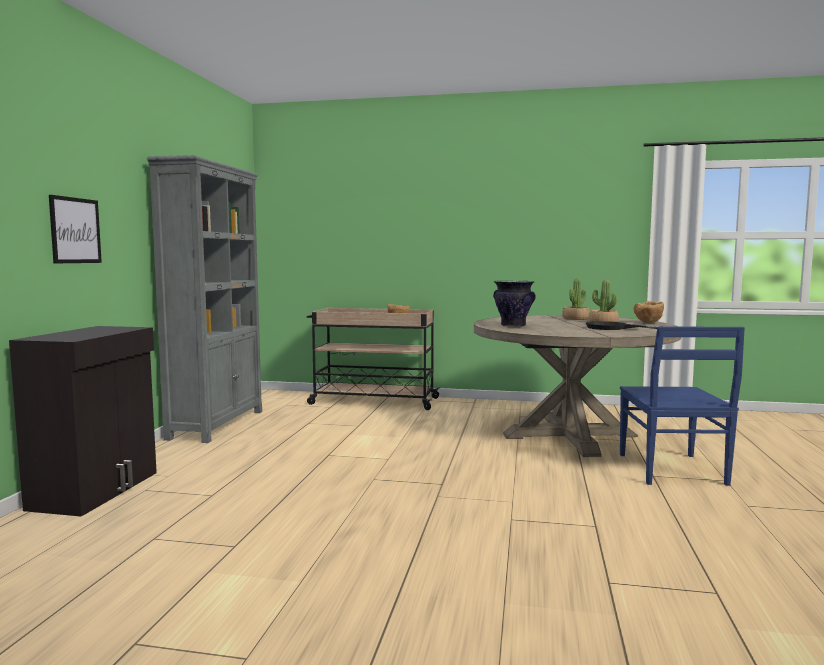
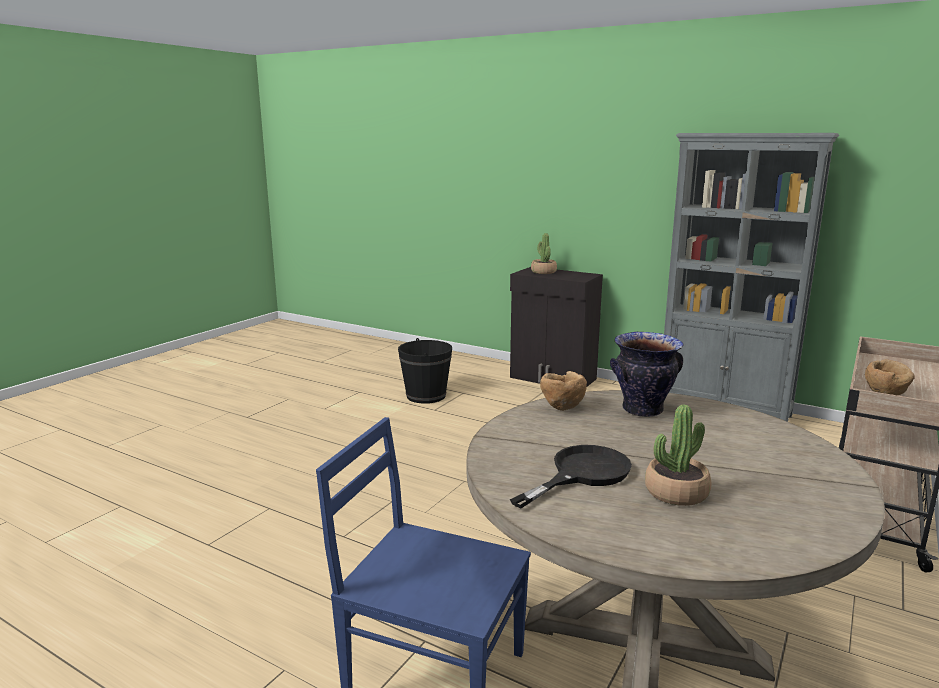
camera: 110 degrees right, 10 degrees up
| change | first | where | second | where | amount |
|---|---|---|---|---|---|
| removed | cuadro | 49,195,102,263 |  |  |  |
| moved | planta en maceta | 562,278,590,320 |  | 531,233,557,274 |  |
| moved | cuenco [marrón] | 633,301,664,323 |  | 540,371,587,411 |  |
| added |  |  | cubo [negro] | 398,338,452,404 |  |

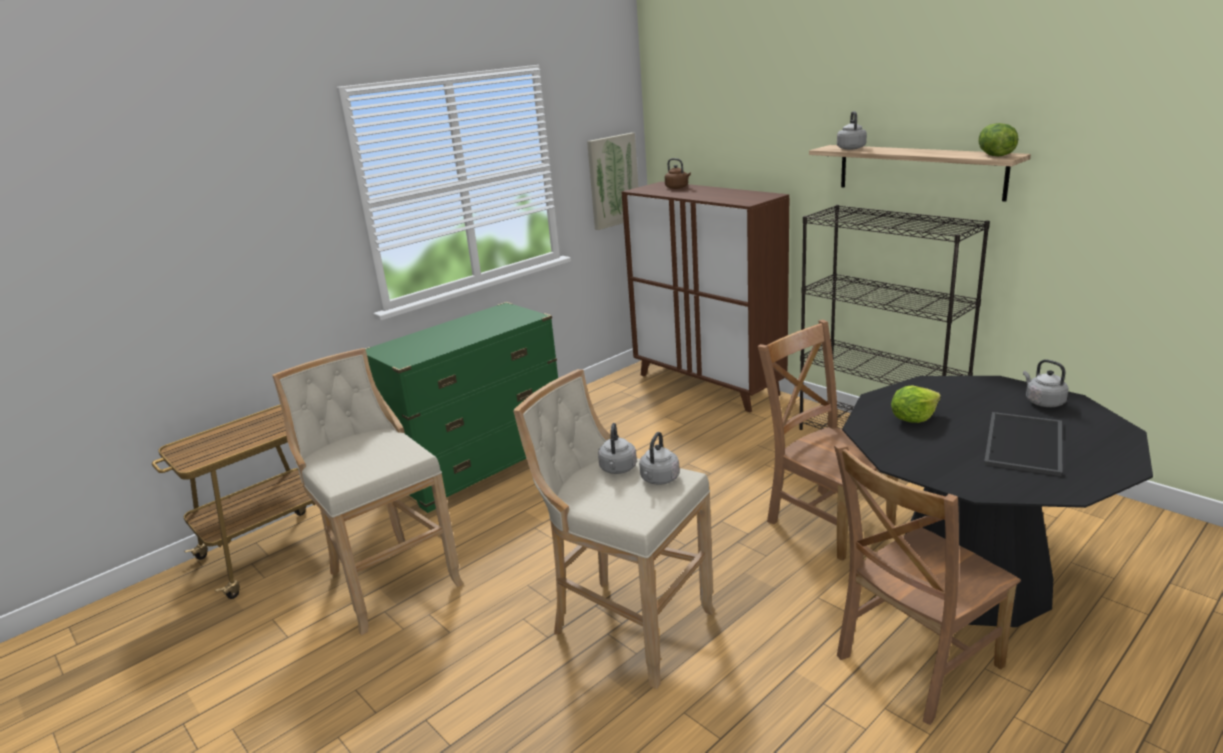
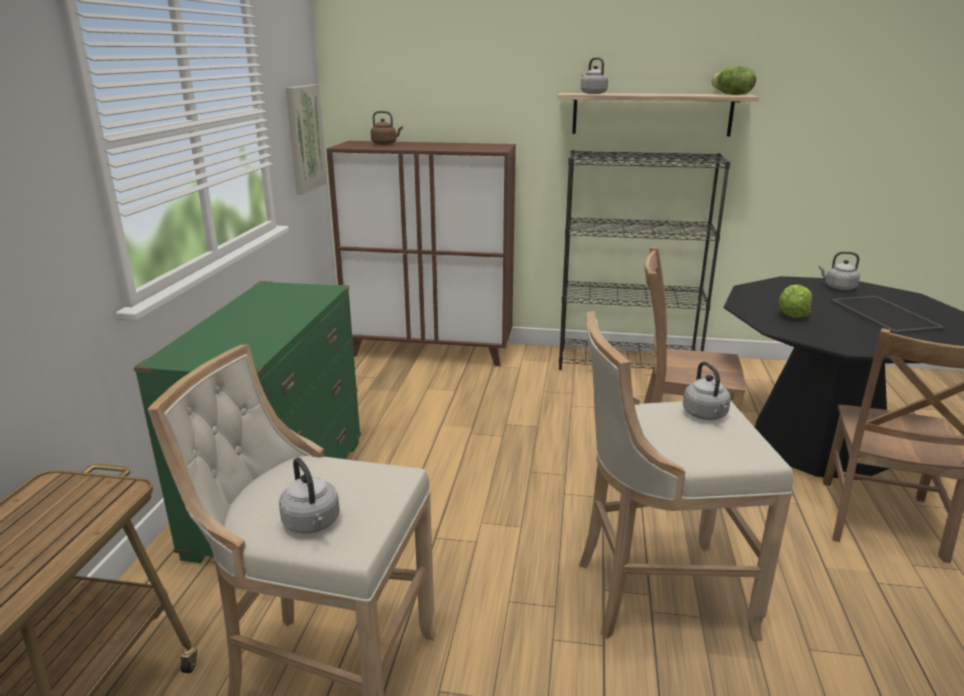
camera: 40 degrees left, 0 degrees up
| change | first | where | second | where | amount |
|---|---|---|---|---|---|
| moved | hervidor [gris] | 598,423,637,474 |  | 279,457,340,534 |  |

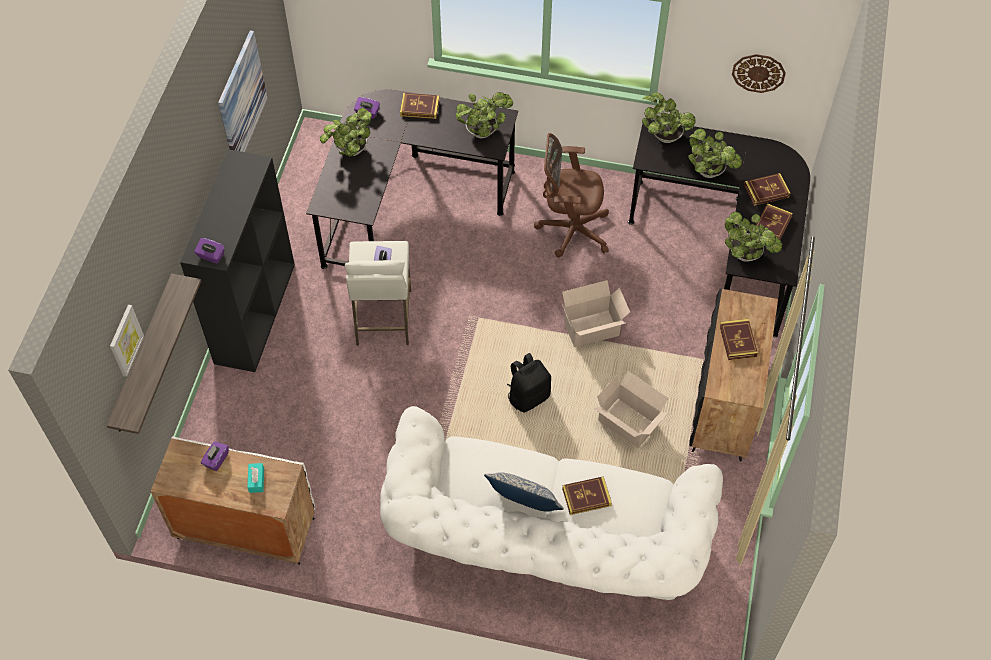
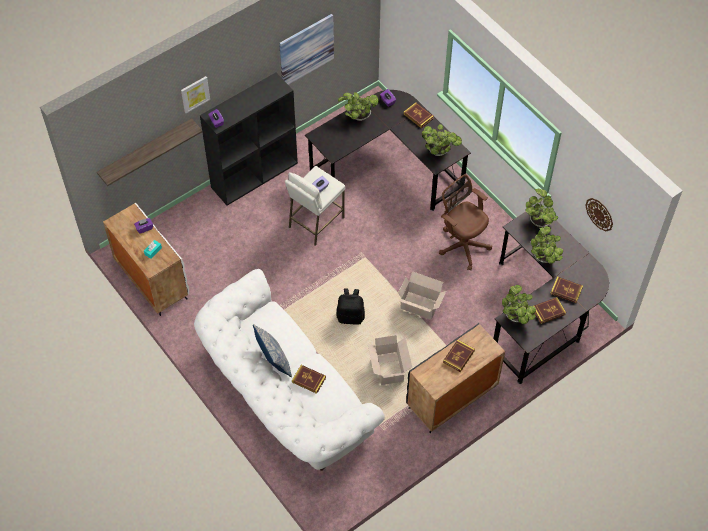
camera: 40 degrees right, 0 degrees up
| change | first | where | second | where | amount |
|---|---|---|---|---|---|
| moved | cuadro | 110,305,144,377 |  | 181,76,210,113 |  |

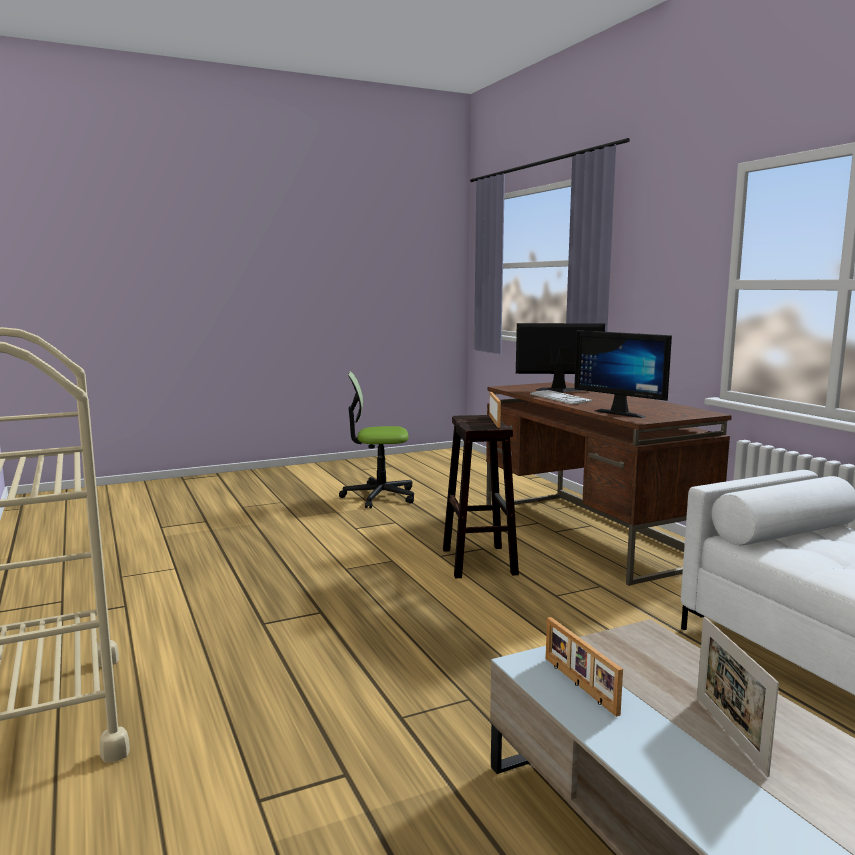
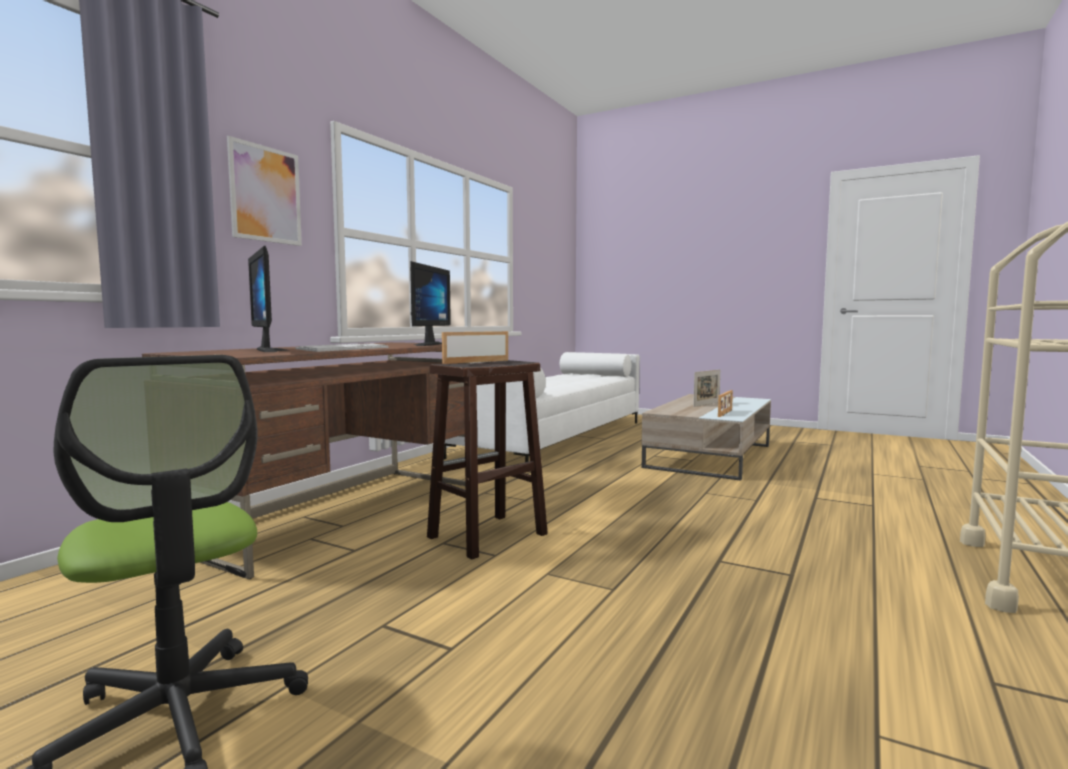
camera: 125 degrees left, 5 degrees down
| change | first | where | second | where | amount |
|---|---|---|---|---|---|
| added |  |  | cuadro | 227,136,302,246 |  |

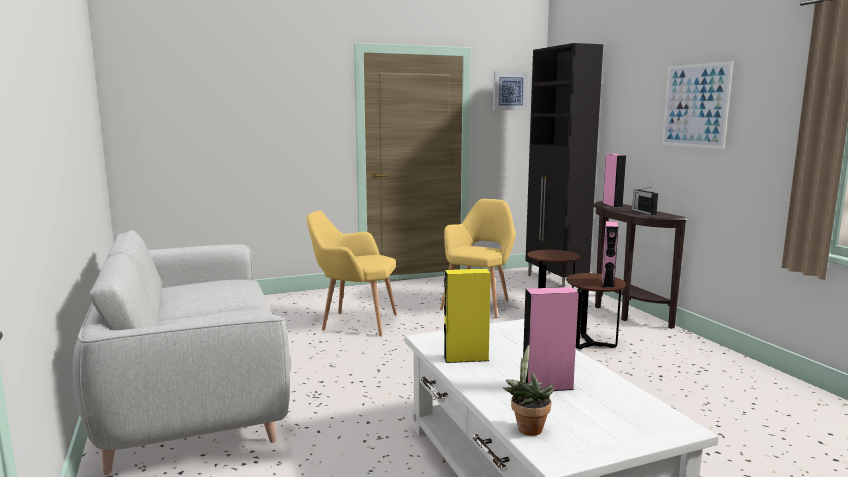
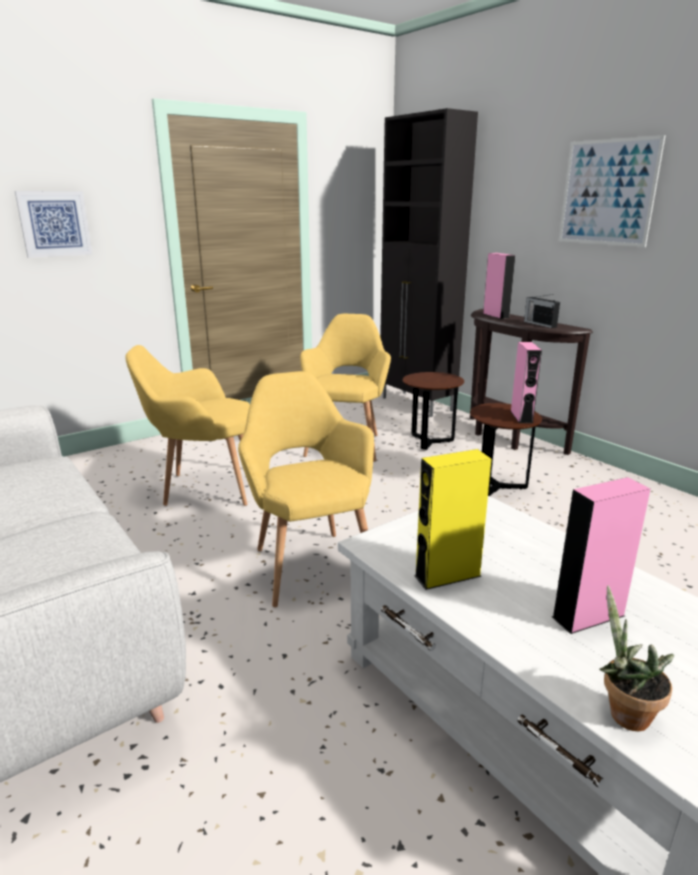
camera: 15 degrees left, 10 degrees up
| change | first | where | second | where | amount |
|---|---|---|---|---|---|
| moved | cuadro | 493,71,528,110 |  | 15,191,92,258 |  |
| added |  |  | sillón [amarillo] | 238,371,374,607 |  |

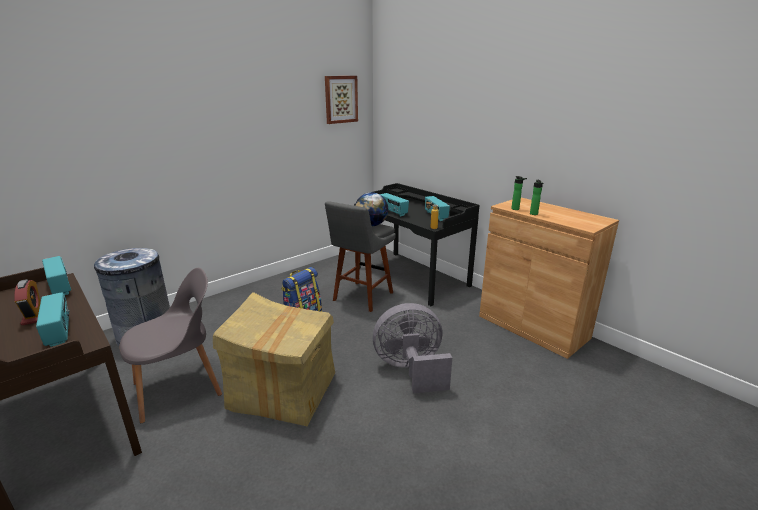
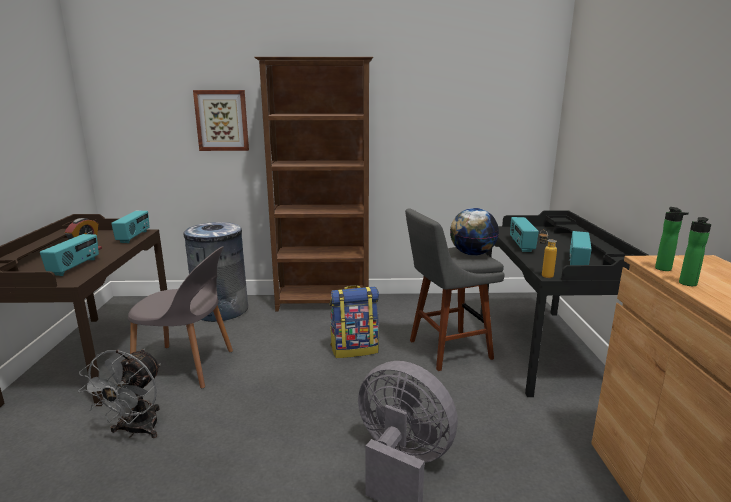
camera: 40 degrees right, 5 degrees down
| change | first | where | second | where | amount |
|---|---|---|---|---|---|
| removed | caja de cartón | 213,292,335,426 |  |  |  |
| moved | cuadro | 325,76,358,124 |  | 193,90,249,151 |  |
| added |  |  | ventilador [gris] | 78,349,161,438 |  |
| added |  |  | estantería [marrón] | 254,57,373,311 |  |

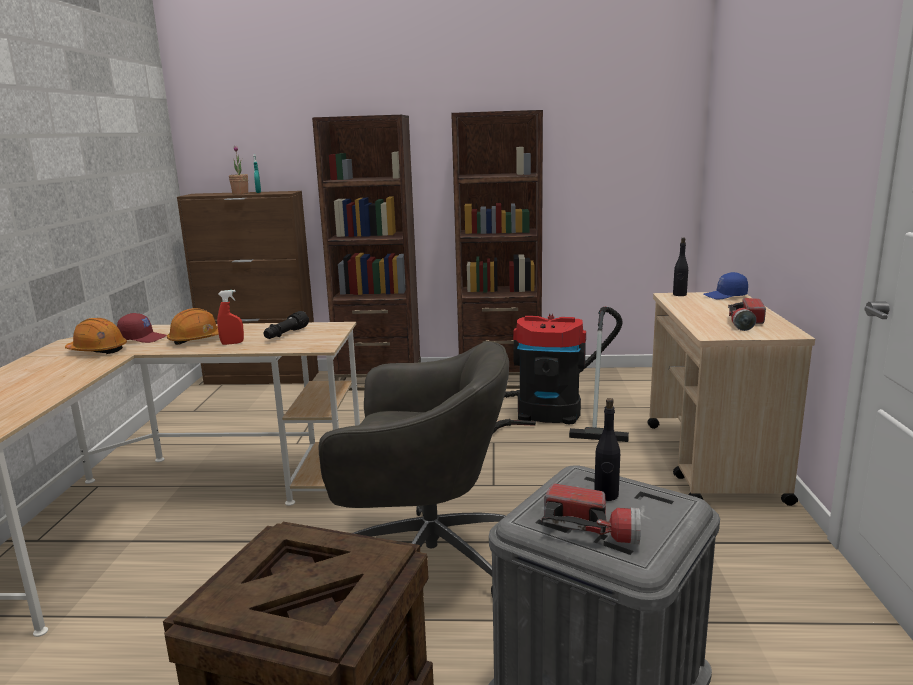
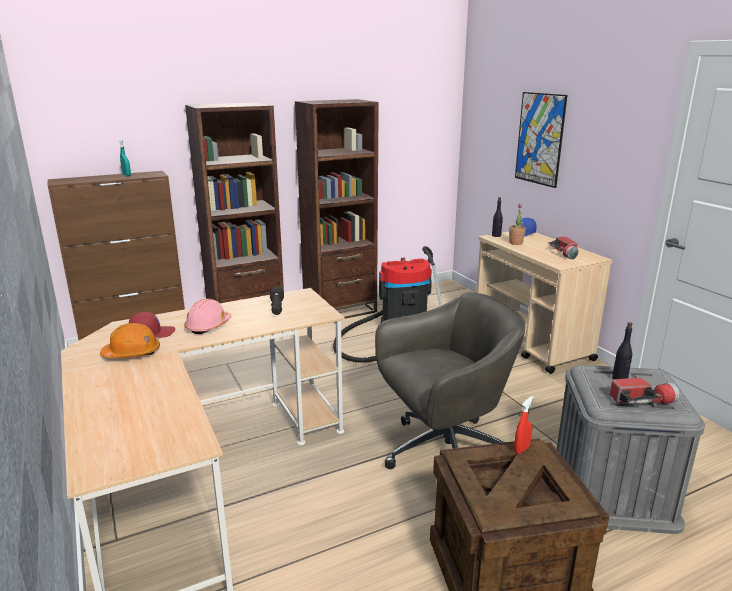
camera: 30 degrees left, 5 degrees up
| change | first | where | second | where | amount |
|---|---|---|---|---|---|
| recoloured | casco [naranja] | 167,308,219,345 | casco [rosa] | 184,299,231,334 |  |
| moved | pulverizador [rojo] | 217,290,244,345 |  | 514,396,534,454 |  |
| moved | planta en maceta | 229,146,248,195 |  | 509,203,526,245 |  |
| added |  |  | cuadro | 515,92,567,188 |  |

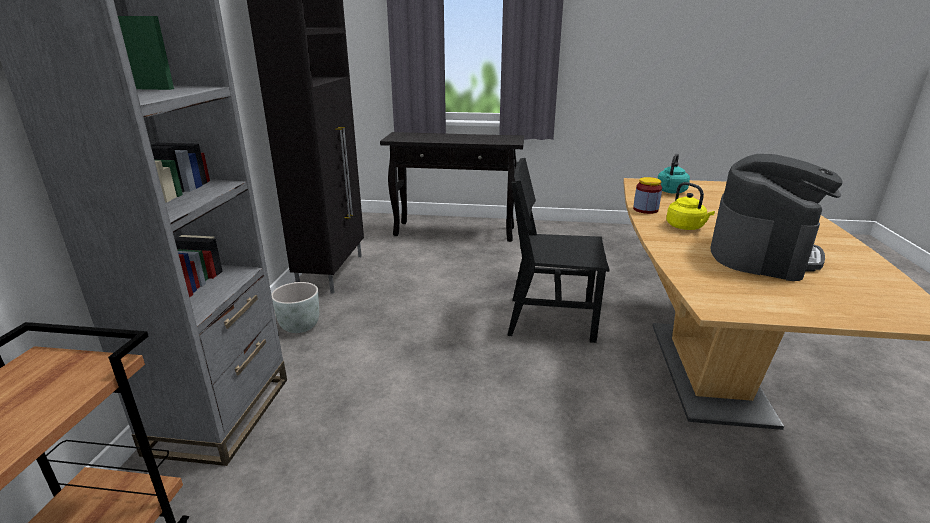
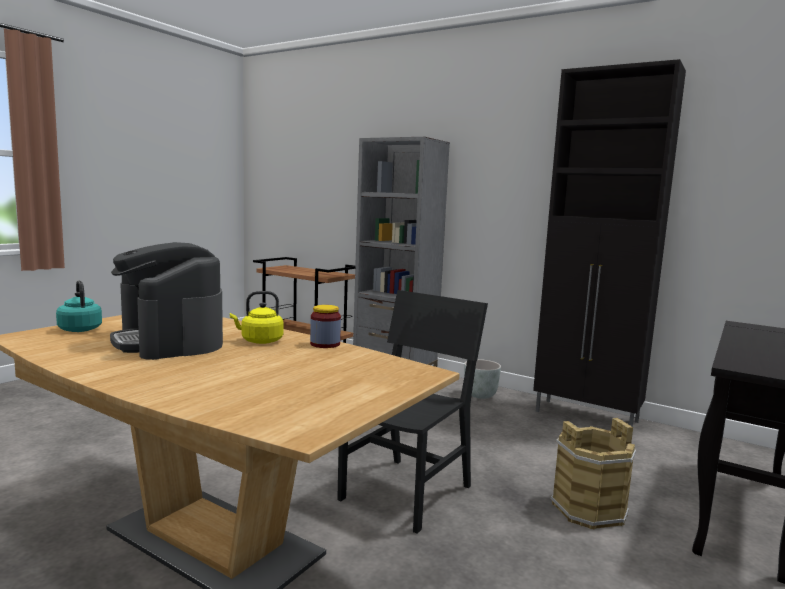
camera: 115 degrees right, 15 degrees down
| change | first | where | second | where | amount |
|---|---|---|---|---|---|
| moved | hervidor [turquesa] | 658,153,690,193 |  | 56,280,102,332 |  |
| added |  |  | cubo [marrón] | 550,418,636,529 |  |

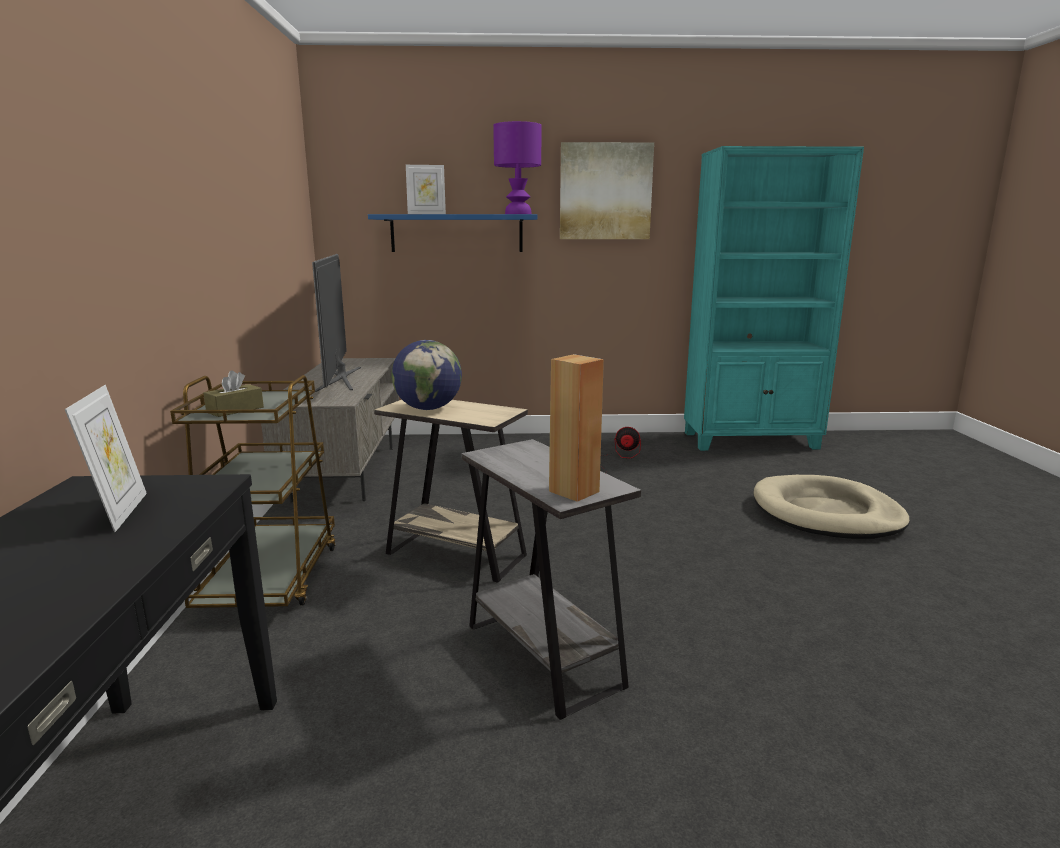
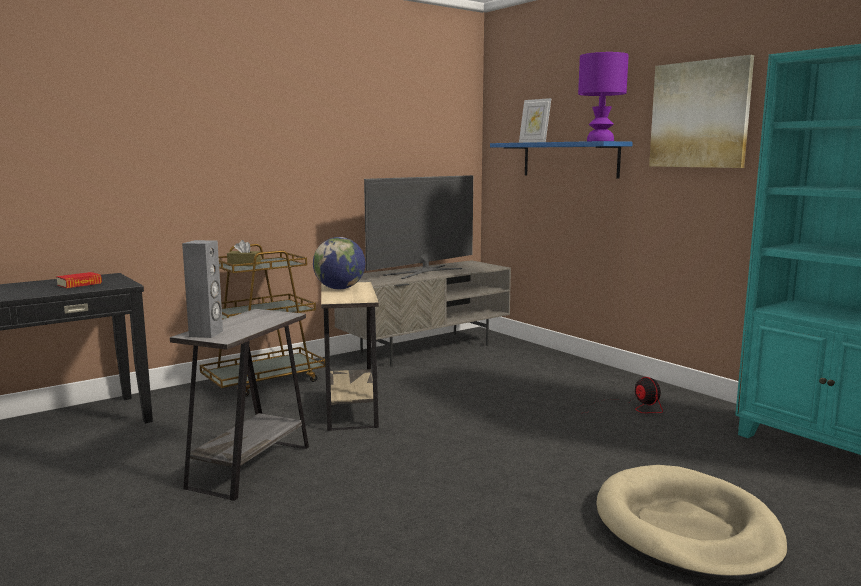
camera: 55 degrees right, 5 degrees down
| change | first | where | second | where | amount |
|---|---|---|---|---|---|
| replaced | portarretratos | 65,385,147,532 | libro | 56,272,102,288 |  |
| recoloured | altavoz [marrón] | 549,354,604,502 | altavoz [gris] | 182,240,223,338 |  |

